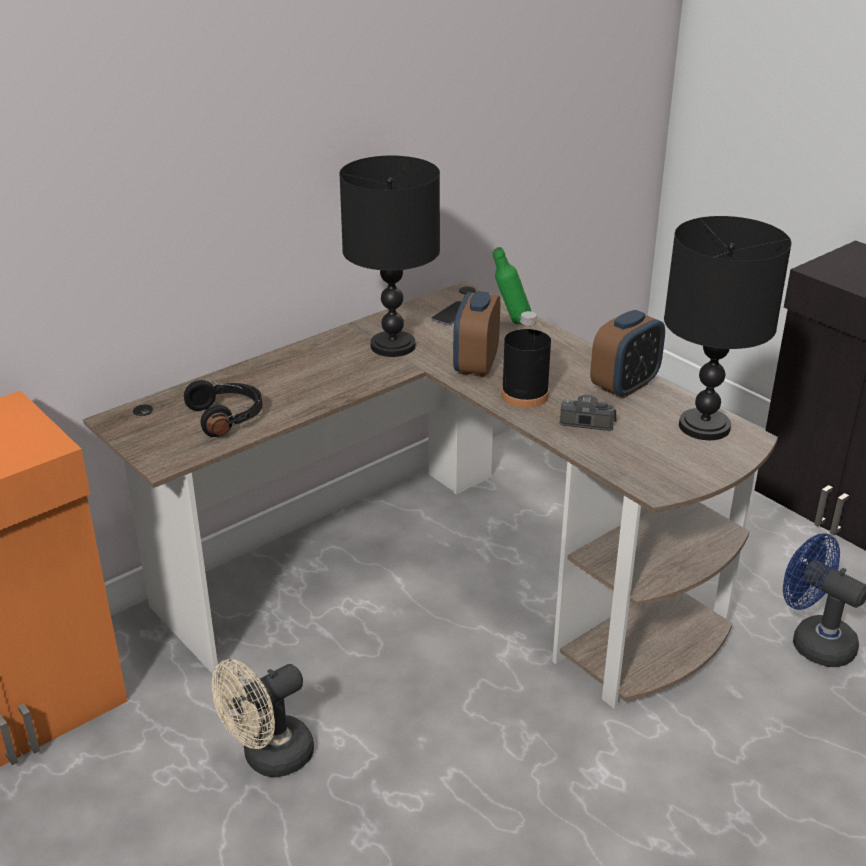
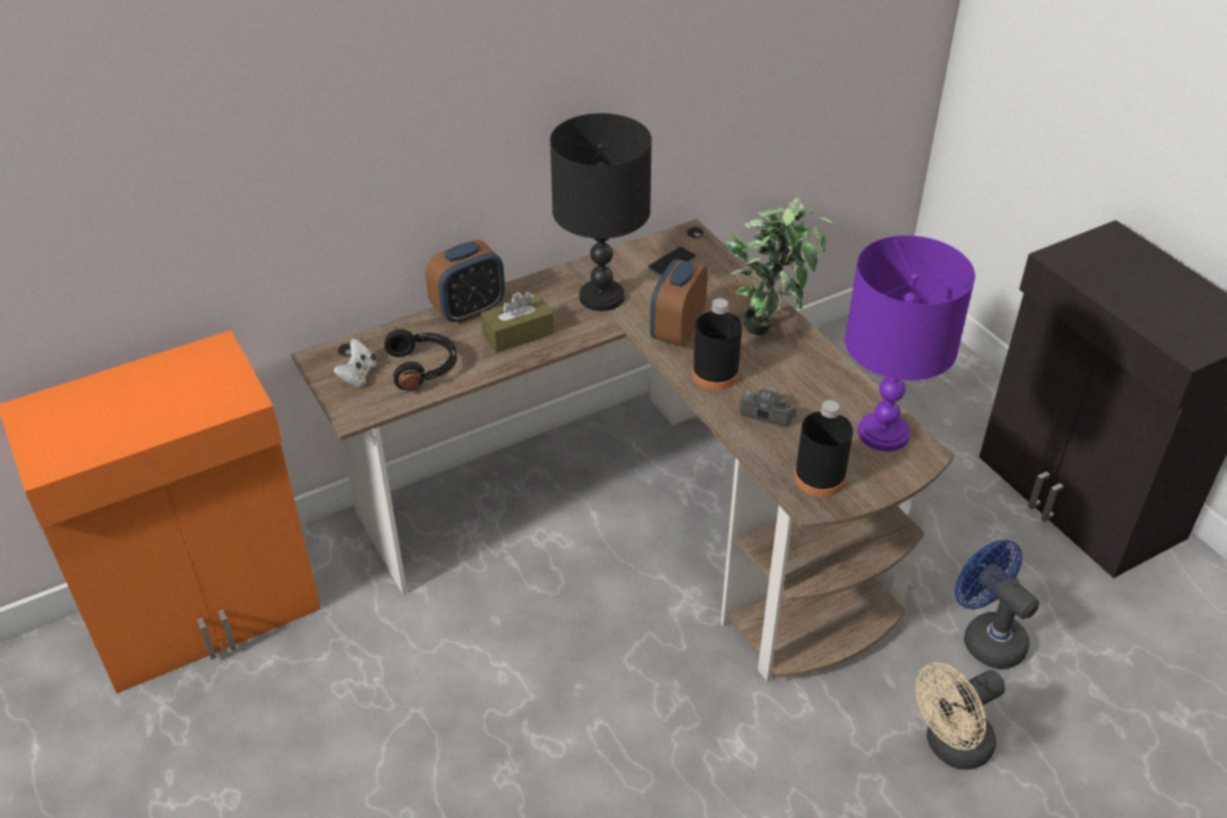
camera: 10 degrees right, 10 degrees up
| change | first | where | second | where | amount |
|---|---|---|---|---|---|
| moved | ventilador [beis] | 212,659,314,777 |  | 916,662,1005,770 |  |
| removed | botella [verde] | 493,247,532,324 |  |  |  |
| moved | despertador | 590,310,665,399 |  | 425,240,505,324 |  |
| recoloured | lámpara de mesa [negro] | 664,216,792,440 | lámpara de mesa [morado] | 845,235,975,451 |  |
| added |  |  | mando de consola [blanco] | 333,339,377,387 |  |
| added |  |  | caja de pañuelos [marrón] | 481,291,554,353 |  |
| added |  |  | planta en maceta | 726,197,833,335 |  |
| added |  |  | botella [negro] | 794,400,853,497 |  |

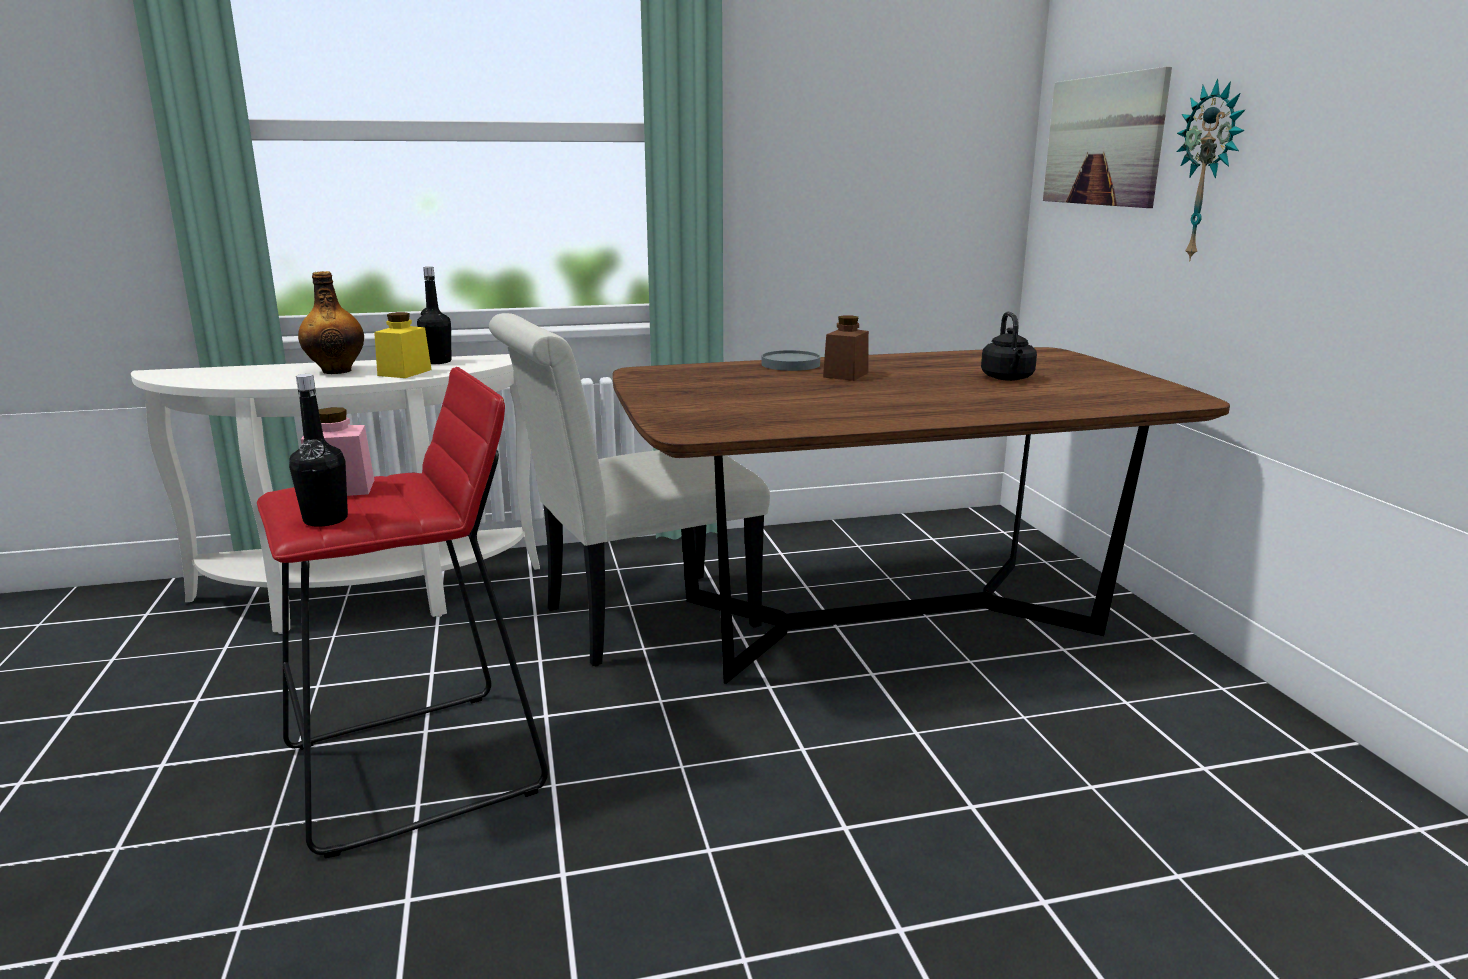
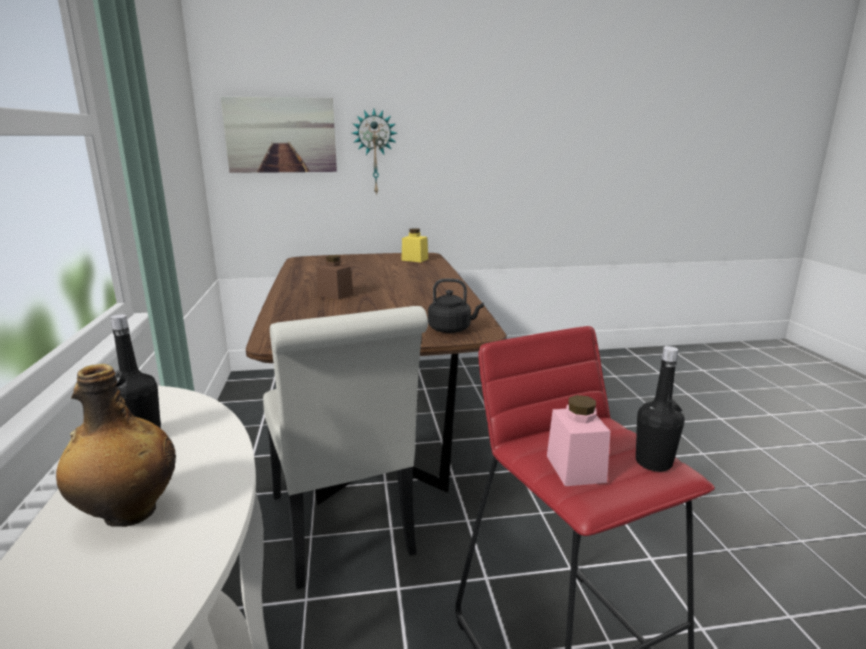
camera: 85 degrees left, 0 degrees up
| change | first | where | second | where | amount |
|---|---|---|---|---|---|
| moved | tarro [amarillo] | 374,312,432,378 |  | 401,228,428,262 |  |
| removed | plato [gris] | 762,350,820,371 |  |  |  |
| moved | hervidor [negro] | 981,312,1037,381 |  | 428,278,484,333 |  |

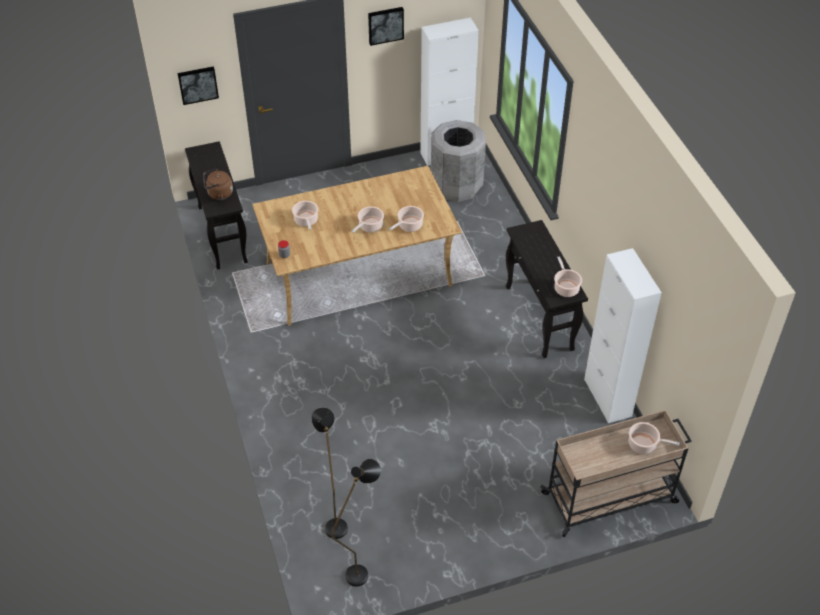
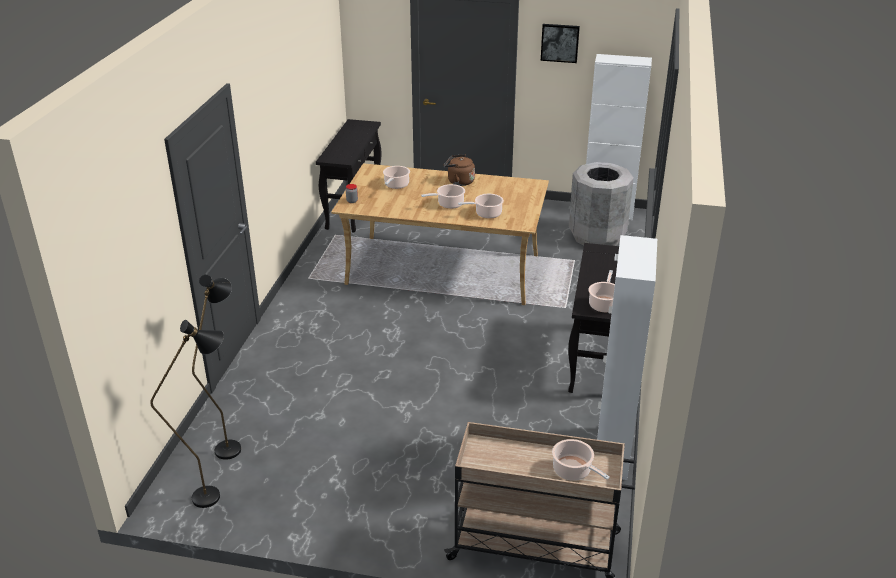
camera: 30 degrees right, 15 degrees down
| change | first | where | second | where | amount |
|---|---|---|---|---|---|
| removed | cuadro | 177,66,219,105 |  |  |  |
| moved | hervidor [marrón] | 203,169,233,200 |  | 444,154,475,186 |  |

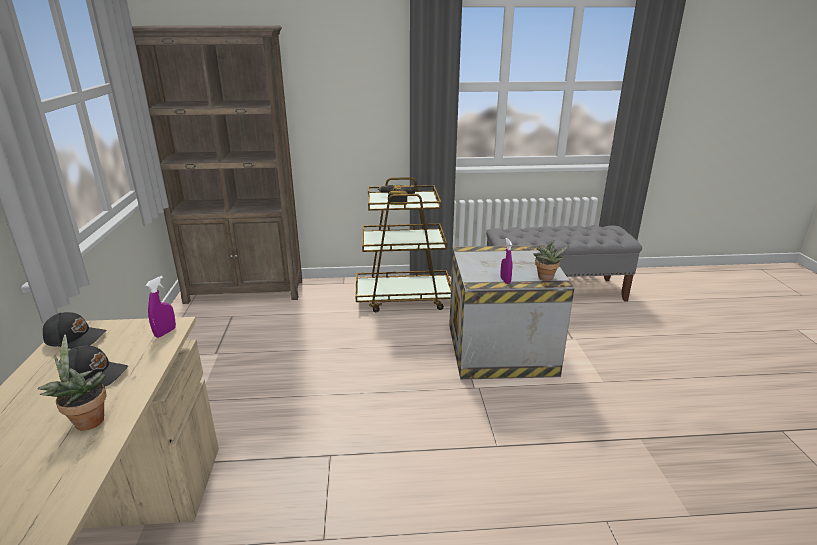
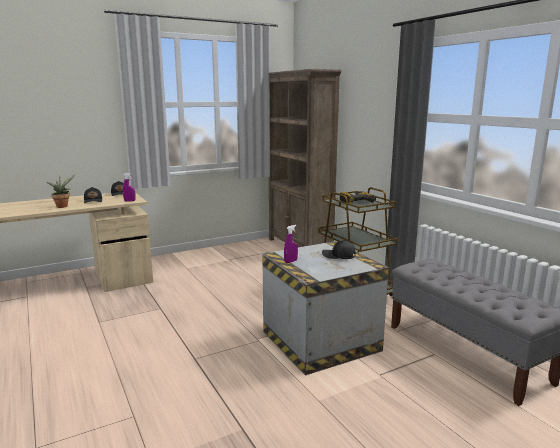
camera: 65 degrees right, 10 degrees down
| change | first | where | second | where | amount |
|---|---|---|---|---|---|
| removed | planta en maceta | 533,241,569,281 |  |  |  |
| added |  |  | gorra [negro] | 322,240,356,259 |  |

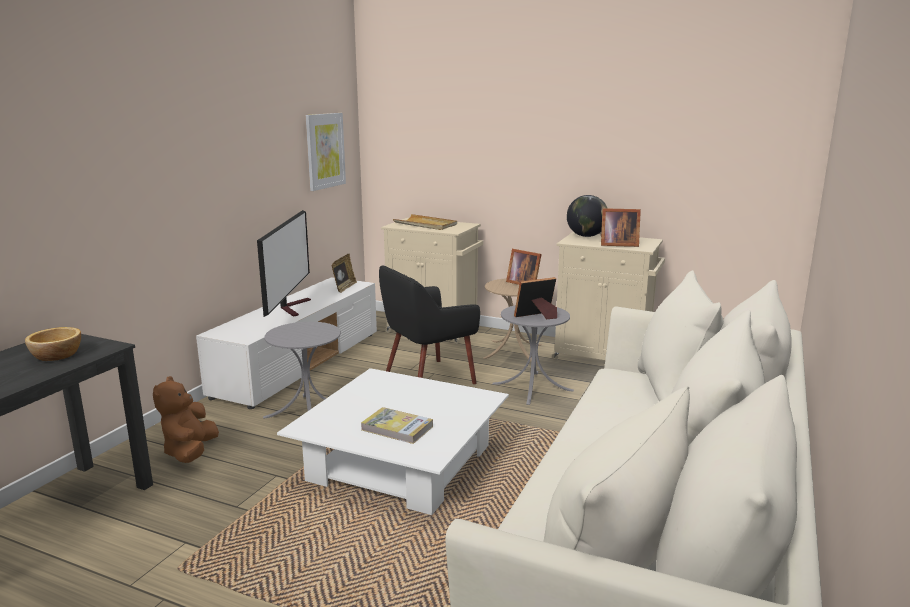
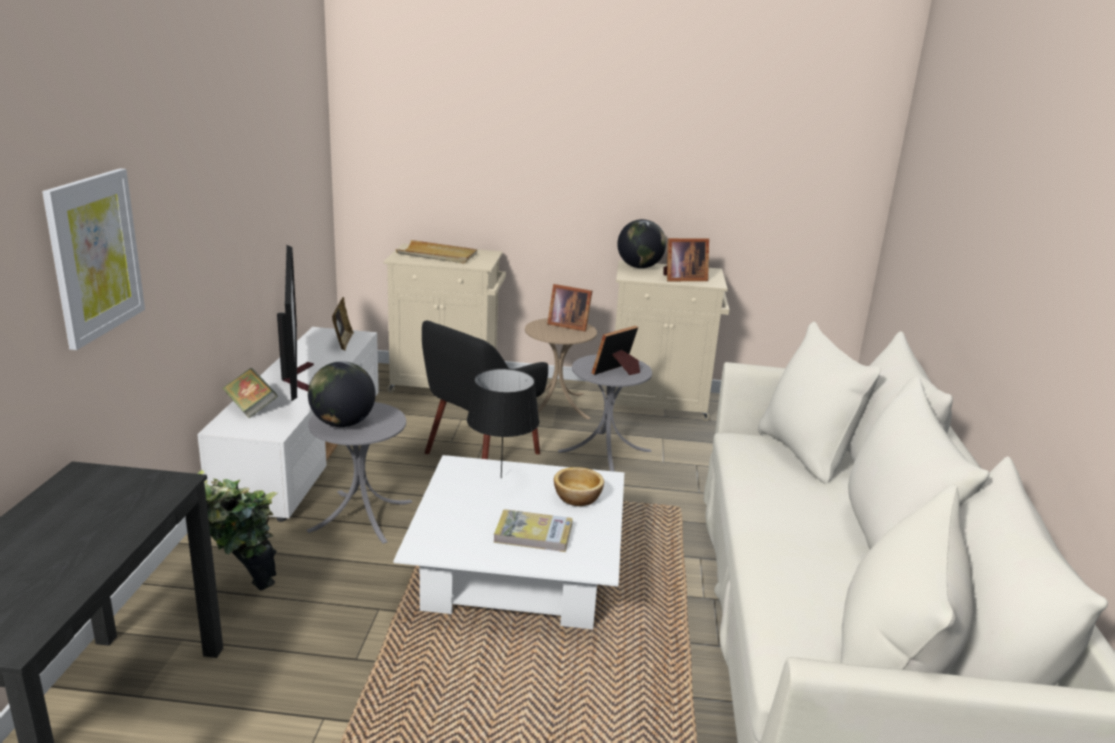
camera: 20 degrees left, 5 degrees up
| change | first | where | second | where | amount |
|---|---|---|---|---|---|
| moved | cuenco | 25,327,81,361 |  | 554,467,604,506 |  |
| replaced | peluche [marrón] | 153,376,219,463 | planta en maceta | 197,470,277,591 |  |
| moved | cuadro | 306,113,346,191 |  | 42,168,145,350 |  |
| added |  |  | libro | 222,368,278,418 |  |
| added |  |  | globo terráqueo | 308,361,376,427 |  |
| added |  |  | lámpara de mesa [negro] | 467,368,539,478 |  |

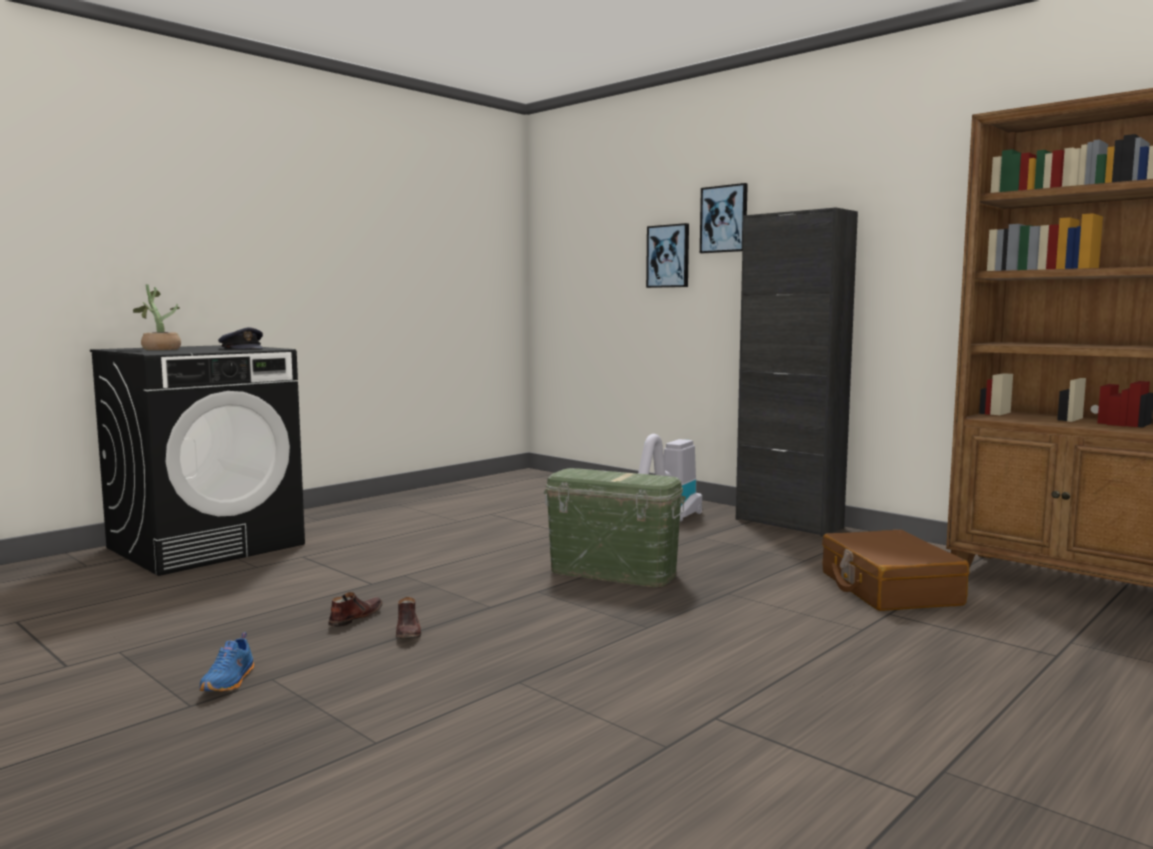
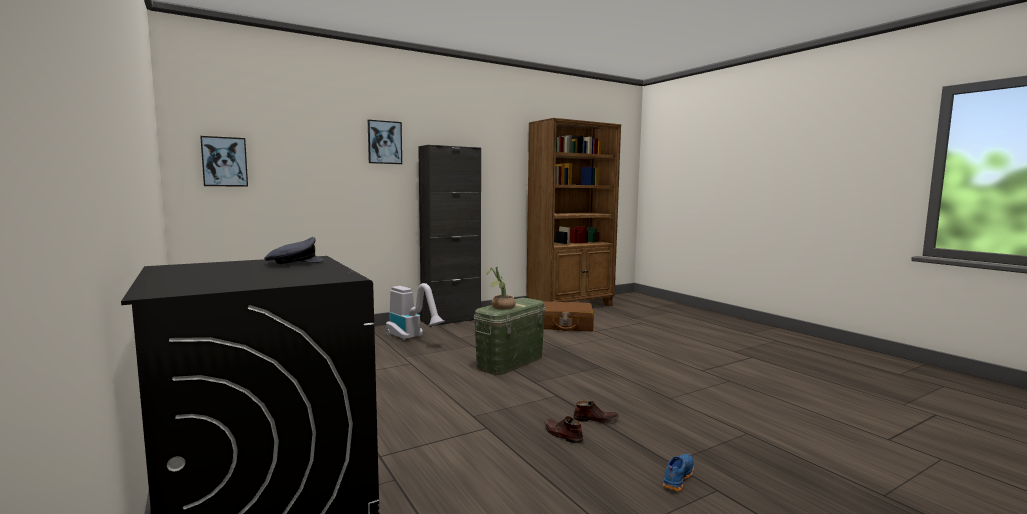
camera: 75 degrees left, 0 degrees up
| change | first | where | second | where | amount |
|---|---|---|---|---|---|
| moved | planta en maceta | 133,284,181,350 |  | 486,266,516,310 |  |
| turned | zapato [azul] | 199,633,254,692 |  | 663,454,694,491 | 75 degrees counterclockwise |
| moved | cuadro | 646,223,689,288 |  | 200,136,248,187 |  |

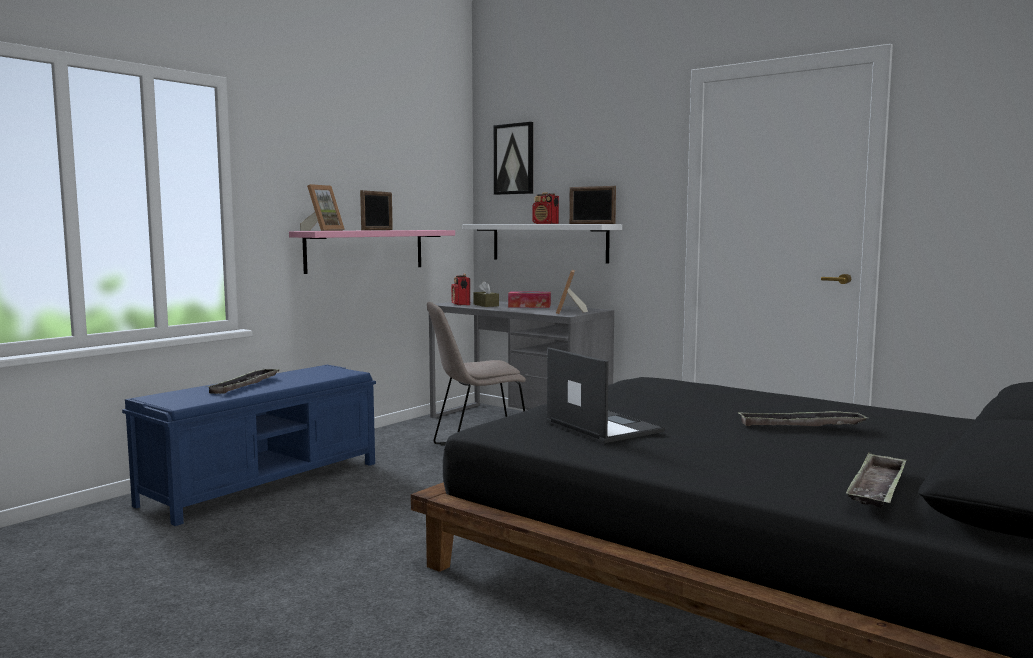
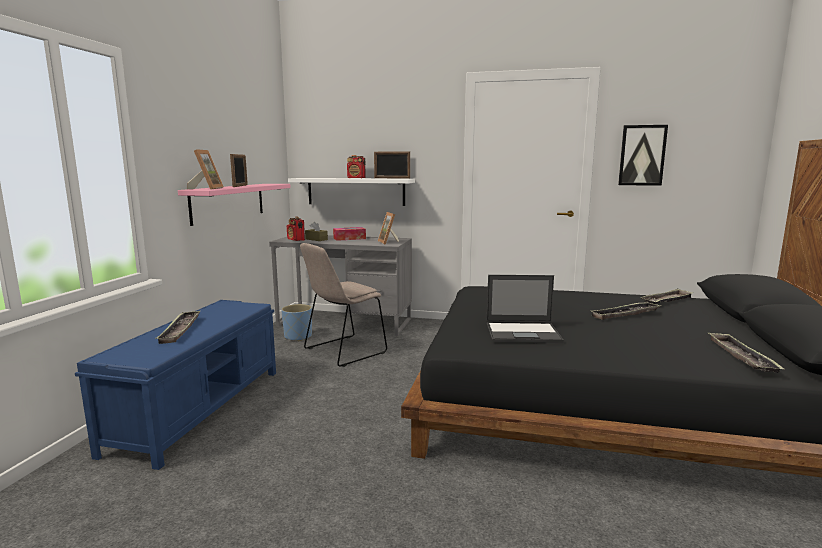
camera: 25 degrees left, 5 degrees up
| change | first | where | second | where | amount |
|---|---|---|---|---|---|
| moved | cuadro | 494,122,533,195 |  | 618,125,668,186 |  |
| turned | portátil | 546,347,665,443 |  | 486,275,564,343 | 150 degrees clockwise |
| added |  |  | maceta [azul] | 281,304,312,342 |  |
| added |  |  | bandeja | 640,288,694,304 |  |

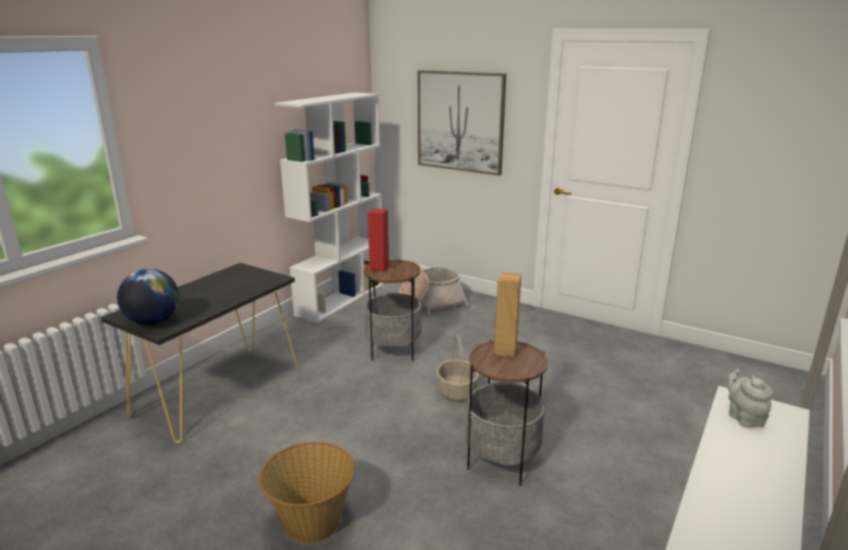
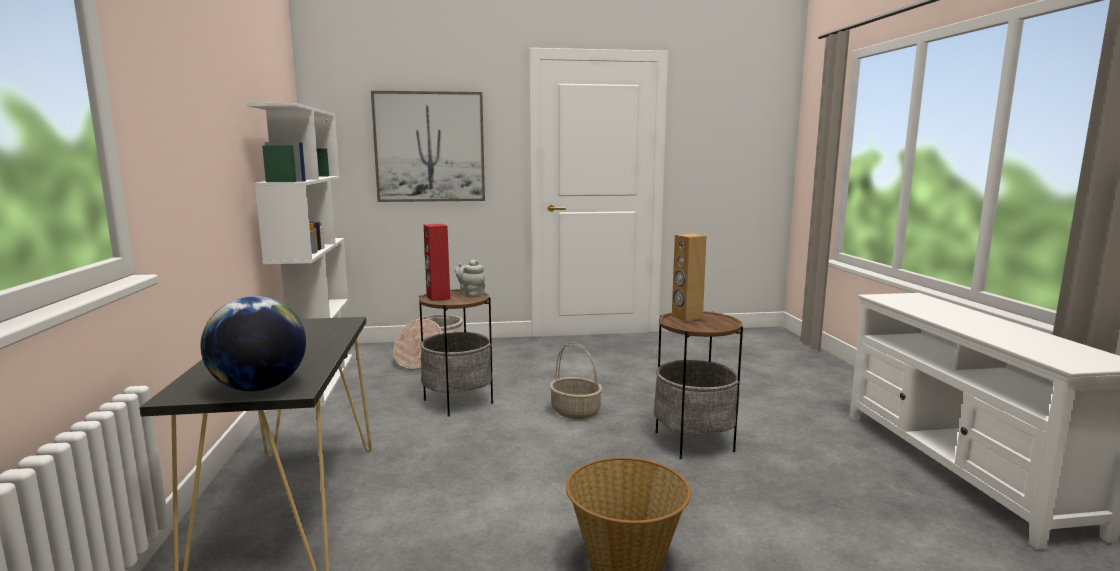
camera: 40 degrees left, 10 degrees down
| change | first | where | second | where | amount |
|---|---|---|---|---|---|
| moved | tetera [gris] | 728,369,773,428 |  | 455,260,485,296 |  |

